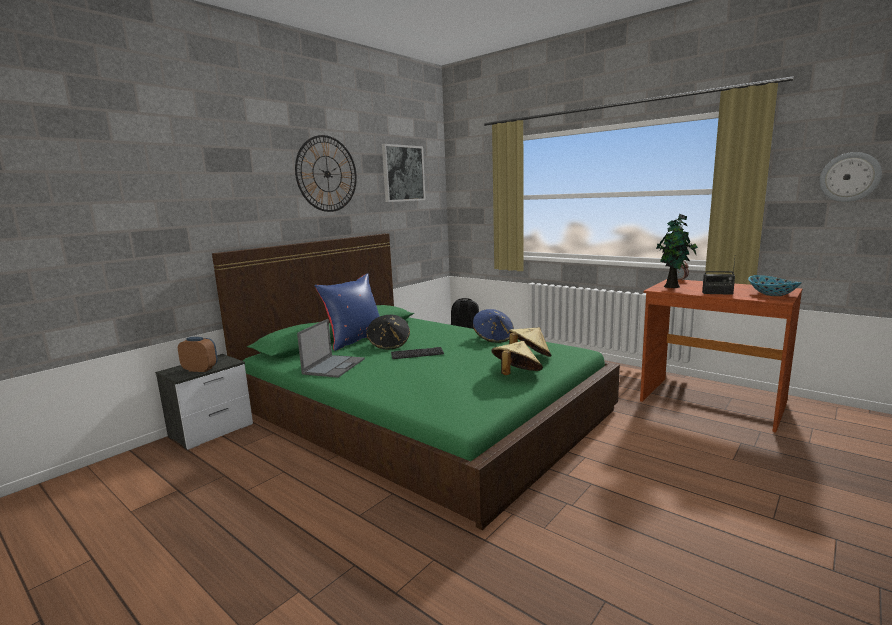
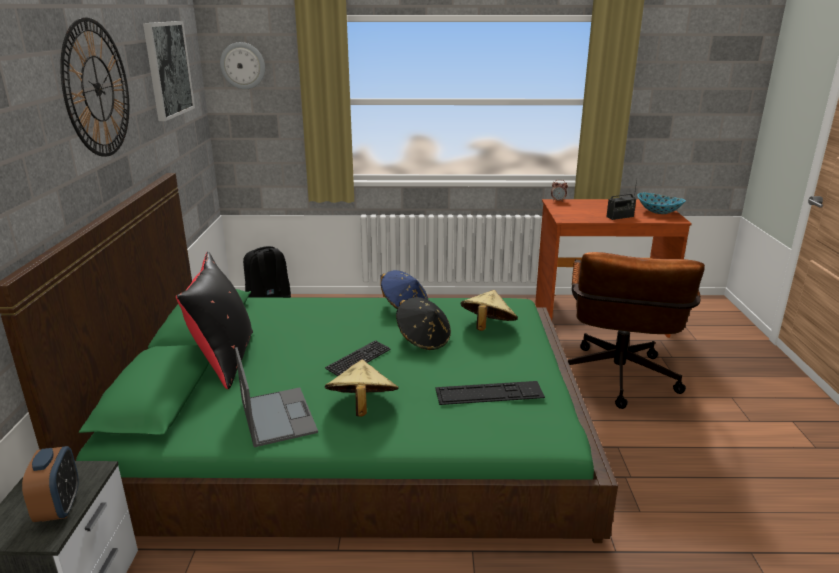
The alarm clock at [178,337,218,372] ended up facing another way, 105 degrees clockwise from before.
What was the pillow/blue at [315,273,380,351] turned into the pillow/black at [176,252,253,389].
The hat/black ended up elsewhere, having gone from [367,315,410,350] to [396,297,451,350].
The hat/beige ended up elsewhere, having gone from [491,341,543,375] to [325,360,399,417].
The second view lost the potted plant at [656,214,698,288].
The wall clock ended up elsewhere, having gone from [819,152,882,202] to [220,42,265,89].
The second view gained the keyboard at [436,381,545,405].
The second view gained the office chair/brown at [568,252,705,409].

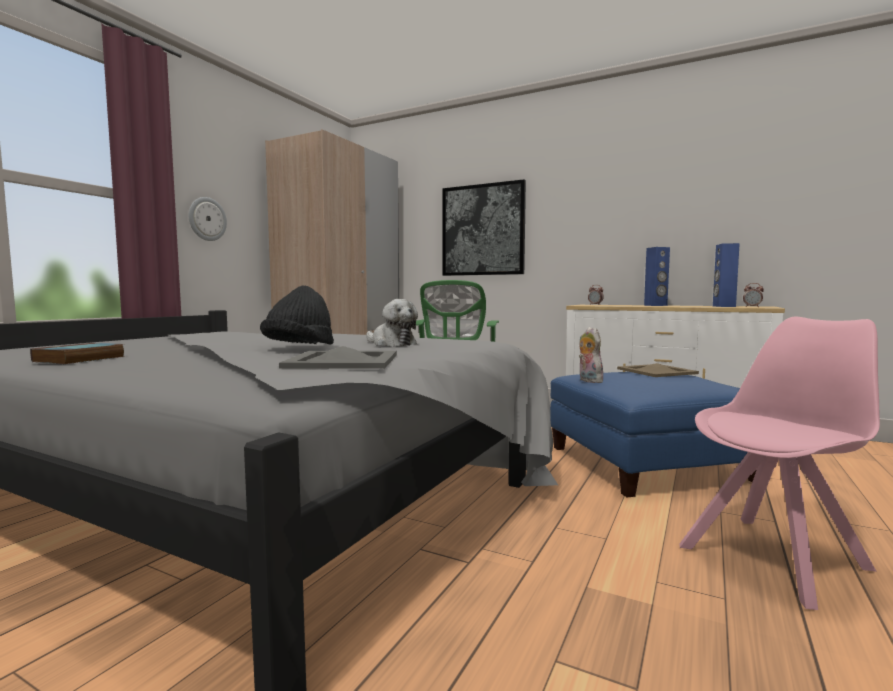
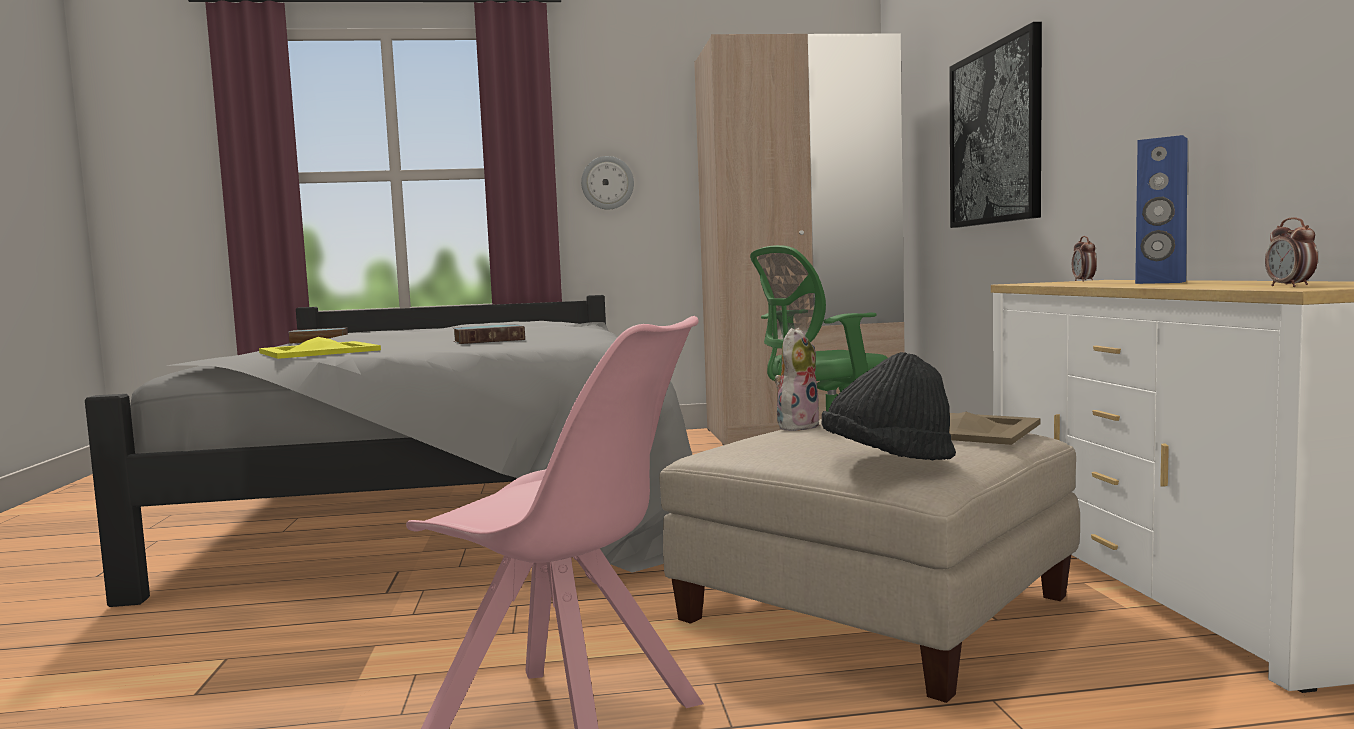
The hat/black ended up elsewhere, having gone from [260,285,334,345] to [822,352,956,460].
What was the tray/grey at [279,346,397,369] turned into the tray/yellow at [259,337,381,359].
Where the plush toy stood at [366,299,418,347], the book came to stand at [454,324,525,344].
What was the ottoman/blue at [550,372,757,497] turned into the ottoman/beige at [659,419,1080,703].
The second view lost the speaker/blue at [713,243,740,307].

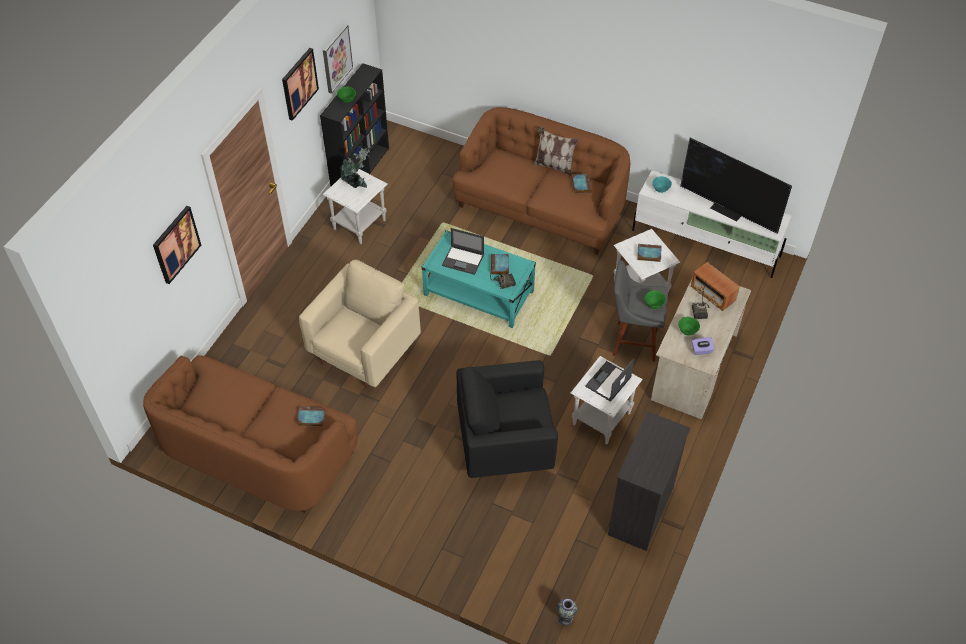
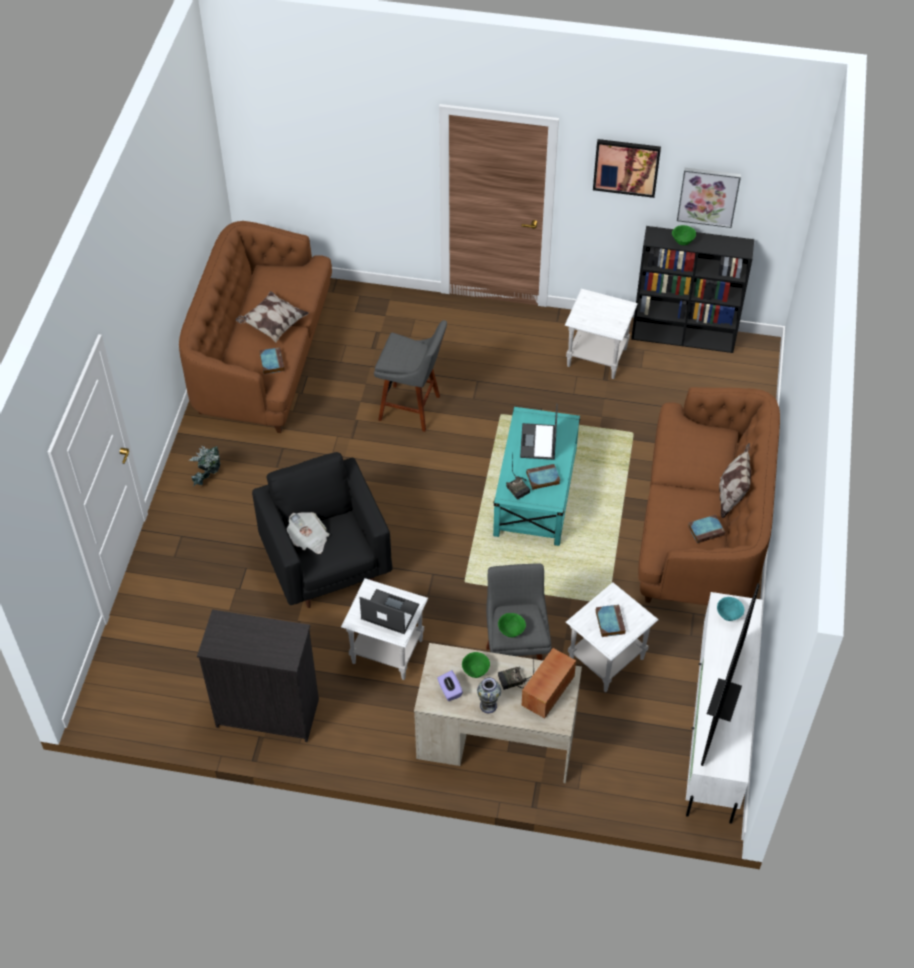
The second view lost the picture at [153,206,201,284].
Where the armchair/beige stood at [299,260,421,388], the stool/grey came to stand at [374,320,447,432].
The potted plant ended up elsewhere, having gone from [341,147,370,188] to [189,446,220,486].
The vase ended up elsewhere, having gone from [557,598,577,626] to [477,677,501,713].
The second view gained the pillow at [236,291,309,343].
The second view gained the newspaper at [287,512,329,554].

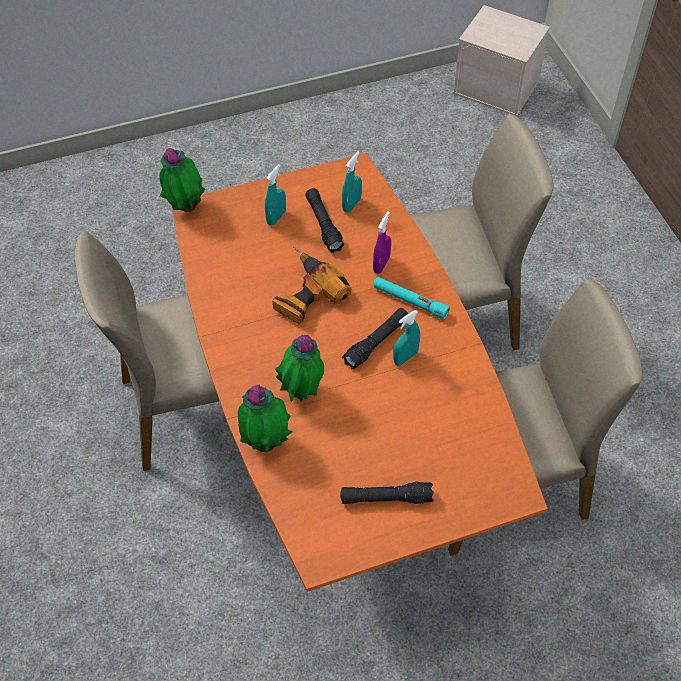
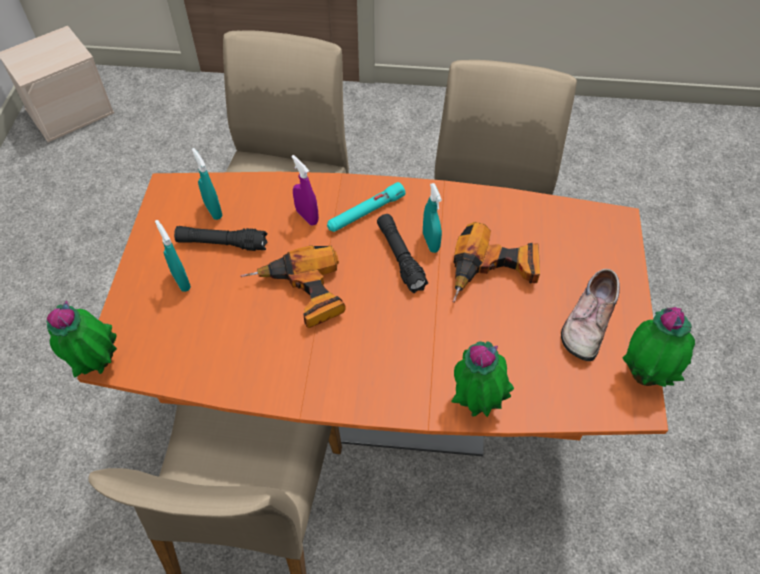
The potted plant ended up elsewhere, having gone from [275,335,324,403] to [622,307,695,387].
Where the flashlight/black stood at [340,482,434,504], the shoe came to stand at [561,269,620,361].
The second view gained the power drill at [453,222,540,303].

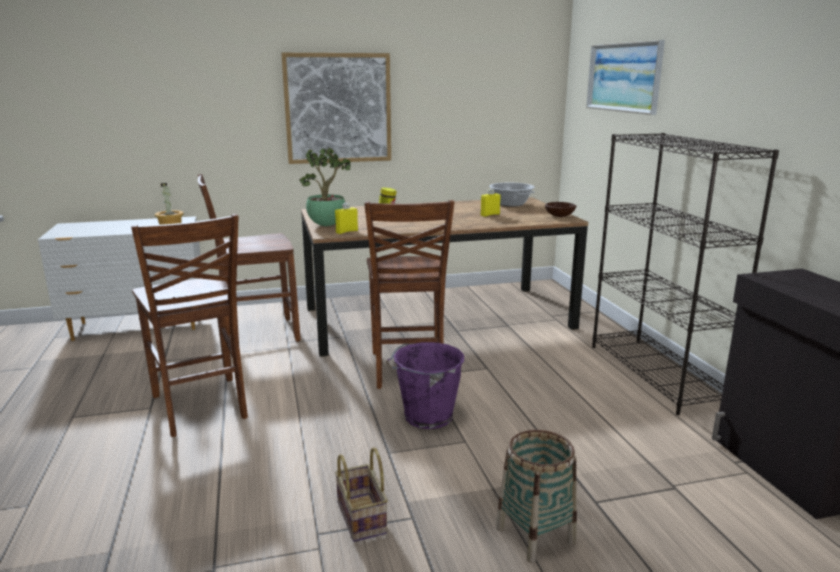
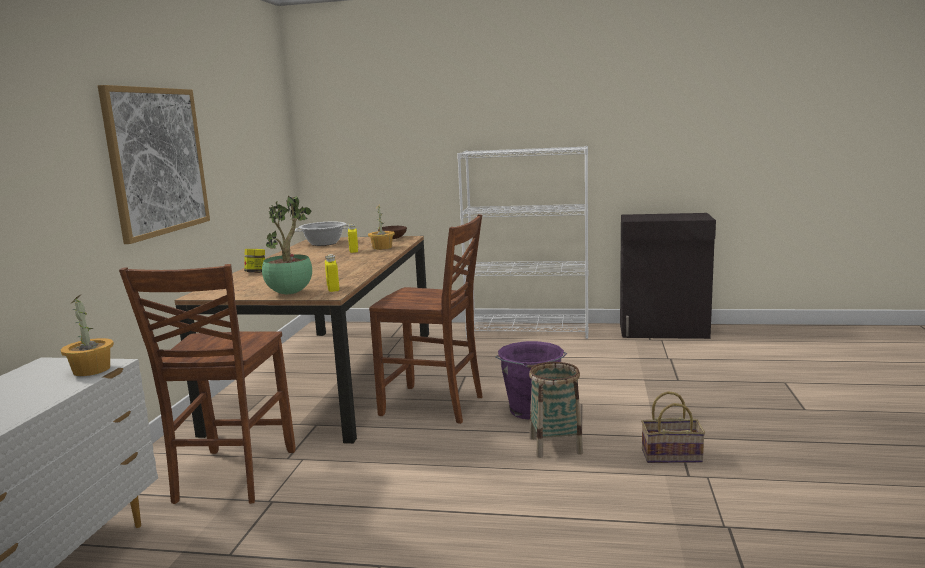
The second view lost the chair/brown at [131,214,248,437].
The basket ended up elsewhere, having gone from [496,430,577,563] to [529,362,583,458].
The second view lost the picture at [586,40,665,115].
What was the bookcase/black at [592,133,779,415] turned into the bookcase/white at [457,146,589,339].
The second view gained the potted plant at [368,204,395,250].

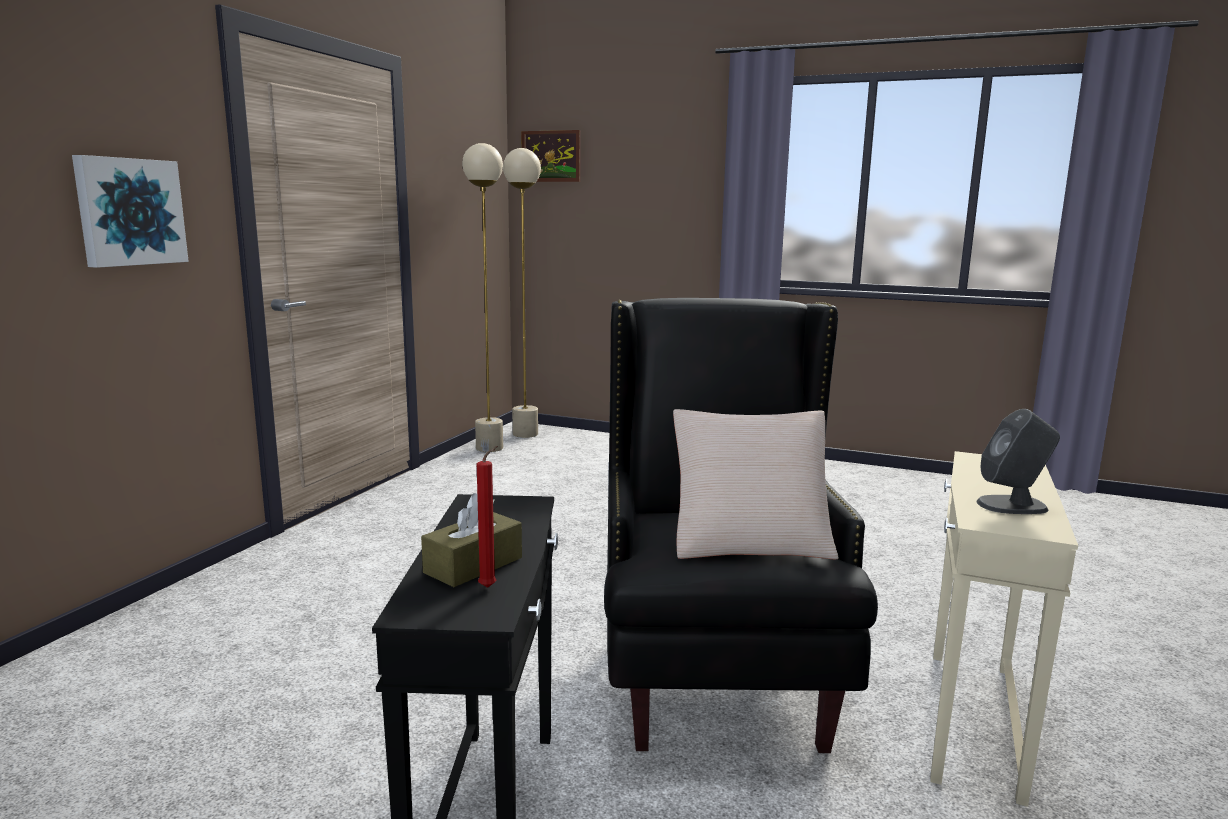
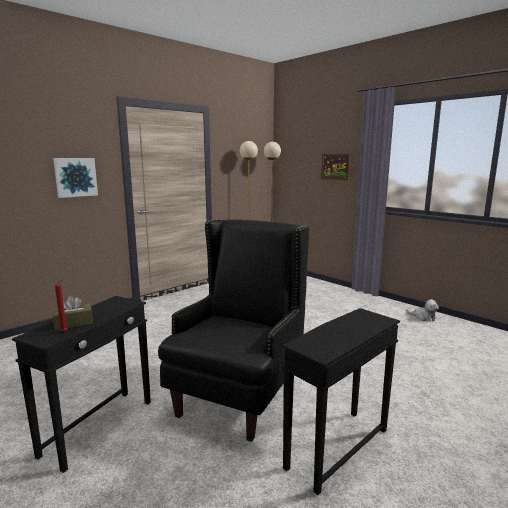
The picture ended up elsewhere, having gone from [521,130,581,182] to [321,154,351,180].
The second view lost the pillow/beige at [673,409,839,559].
What was the side table/beige at [930,451,1078,807] turned into the side table/black at [282,308,400,495].
The second view lost the speaker/grey at [977,409,1060,514].
The second view gained the plush toy at [406,299,439,322].

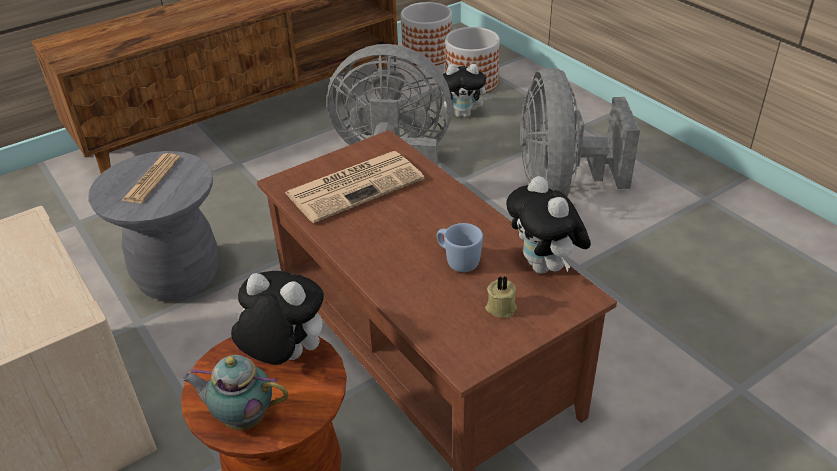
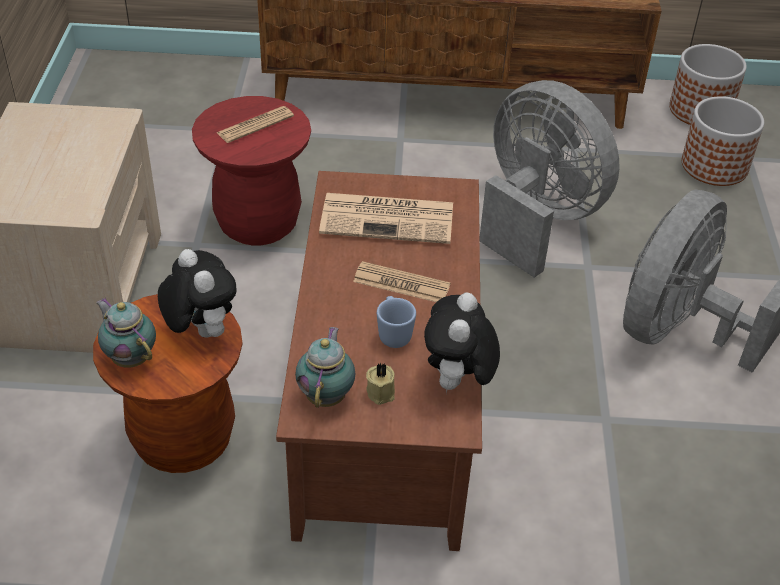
What was the stool/grey at [88,151,218,301] turned into the stool/red at [192,96,311,245].
The second view lost the plush toy at [443,64,492,117].
The second view gained the teapot at [295,327,355,408].
The second view gained the newspaper at [353,261,450,302].

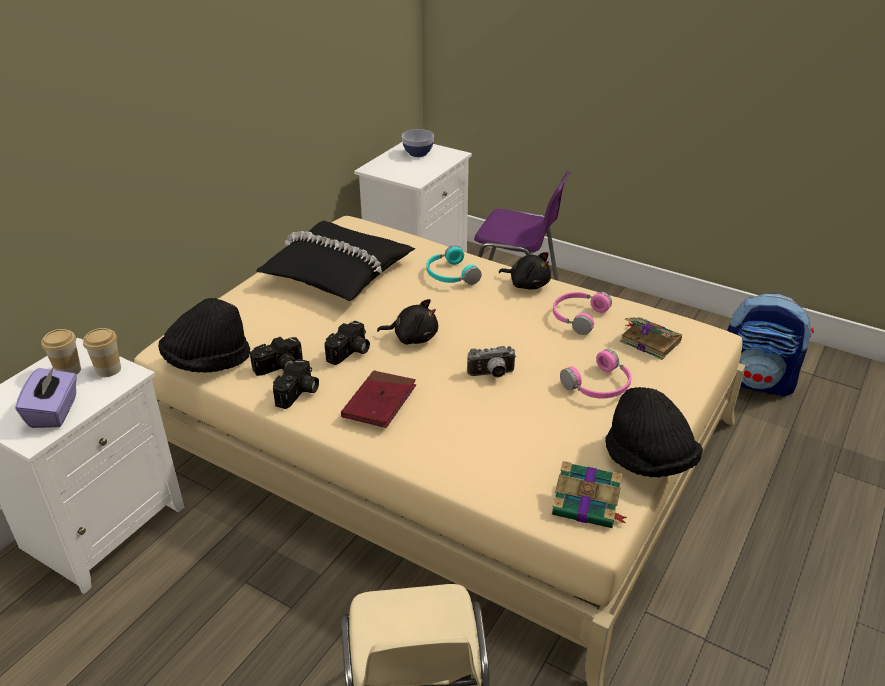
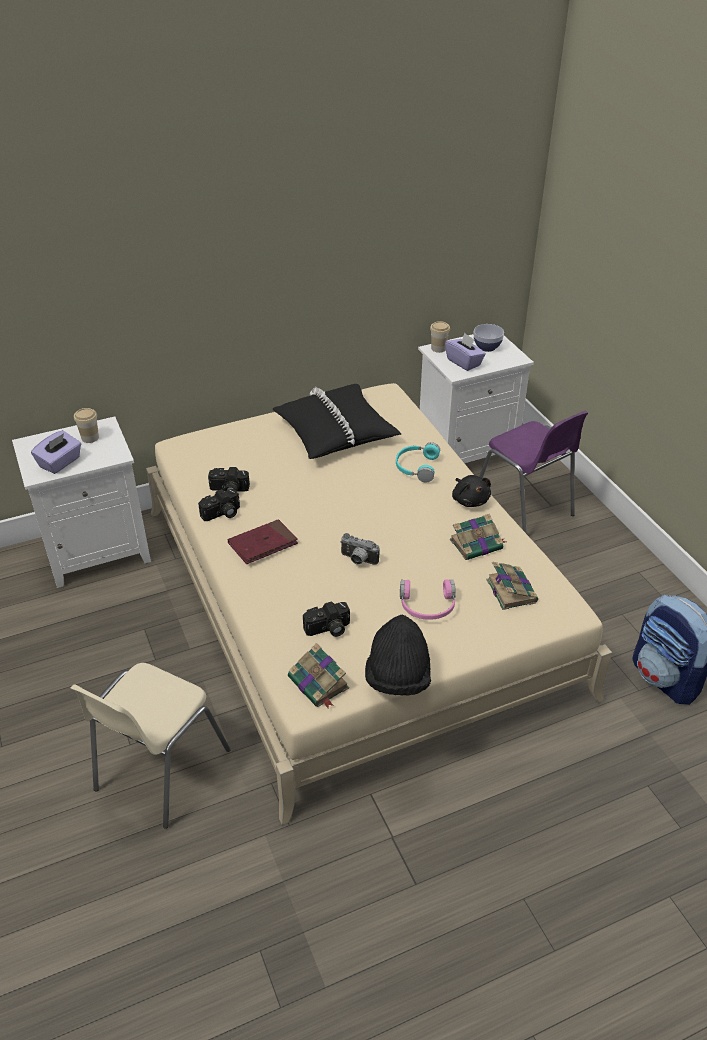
The cup ended up elsewhere, having gone from [83,328,121,377] to [430,321,450,353].
The second view lost the hat/black at [158,298,250,373].
The photo camera ended up elsewhere, having gone from [325,321,370,365] to [303,601,350,637].
The second view lost the plush toy/black at [377,299,438,345].
Where the headphones/pink stood at [553,292,612,335], the book came to stand at [450,514,506,560].
The second view gained the tissue box/purple at [445,333,486,371].

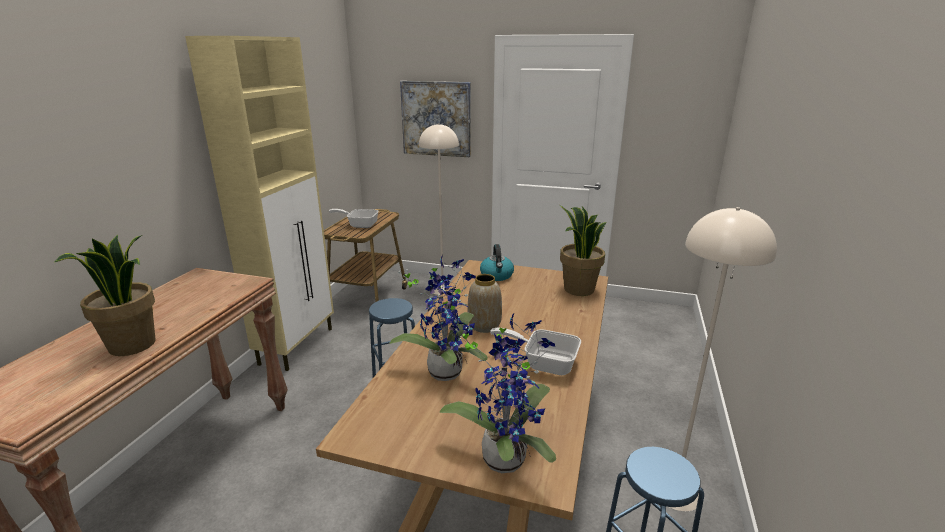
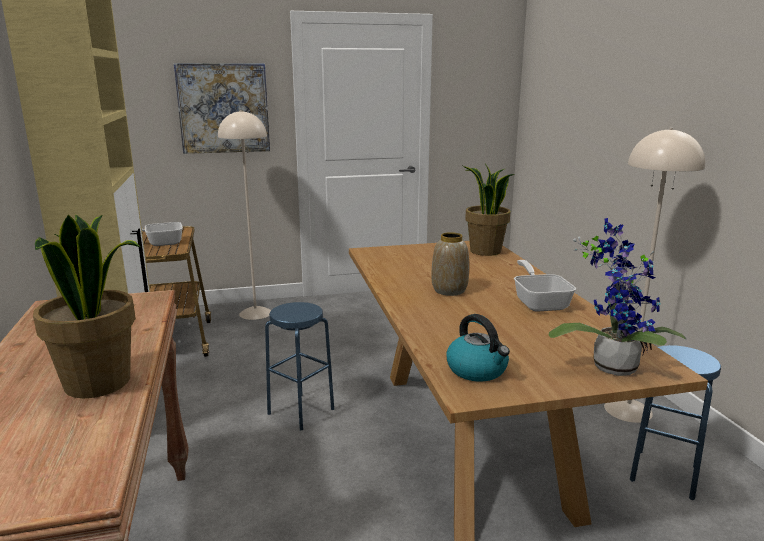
The second view lost the potted plant at [389,255,488,381].
The kettle ended up elsewhere, having gone from [480,244,514,281] to [446,314,510,382].
The frying pan at [490,328,581,375] ended up facing another way, 90 degrees clockwise from before.

